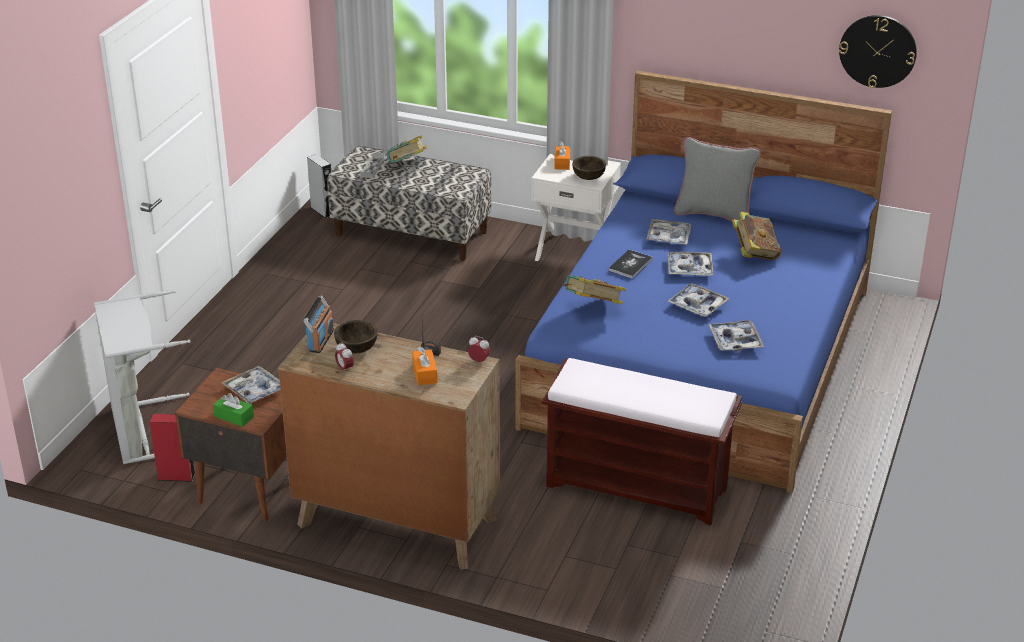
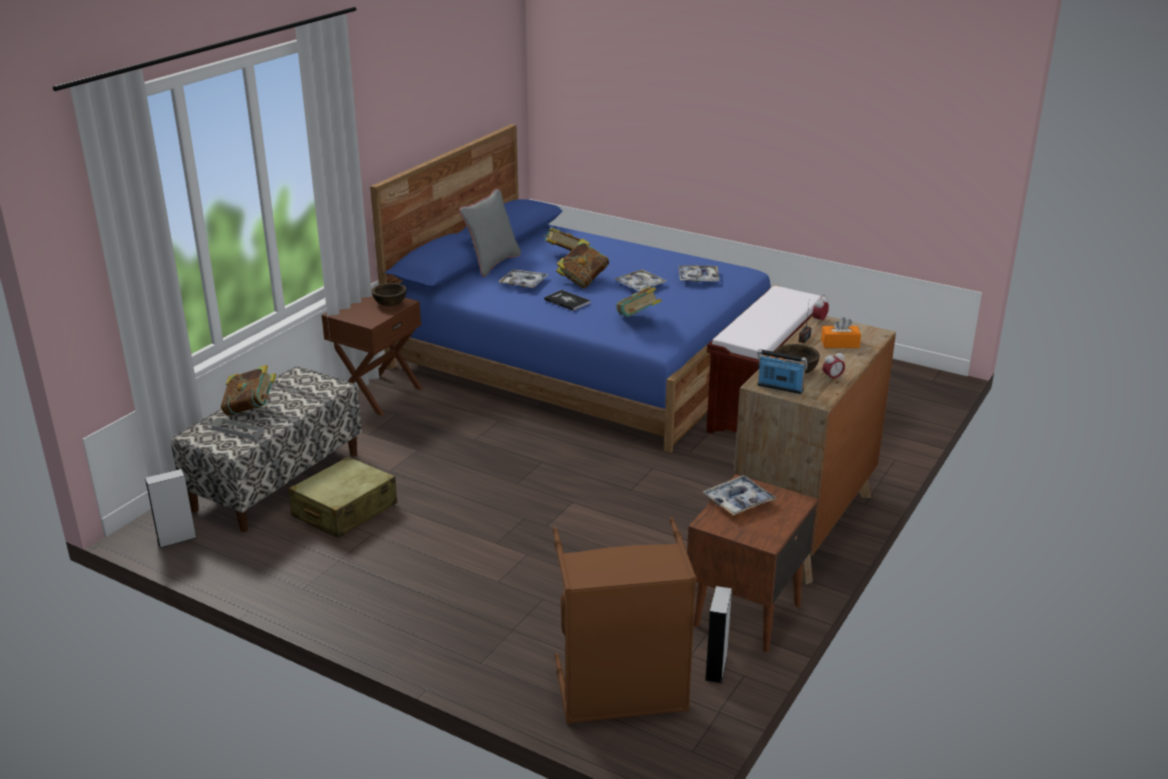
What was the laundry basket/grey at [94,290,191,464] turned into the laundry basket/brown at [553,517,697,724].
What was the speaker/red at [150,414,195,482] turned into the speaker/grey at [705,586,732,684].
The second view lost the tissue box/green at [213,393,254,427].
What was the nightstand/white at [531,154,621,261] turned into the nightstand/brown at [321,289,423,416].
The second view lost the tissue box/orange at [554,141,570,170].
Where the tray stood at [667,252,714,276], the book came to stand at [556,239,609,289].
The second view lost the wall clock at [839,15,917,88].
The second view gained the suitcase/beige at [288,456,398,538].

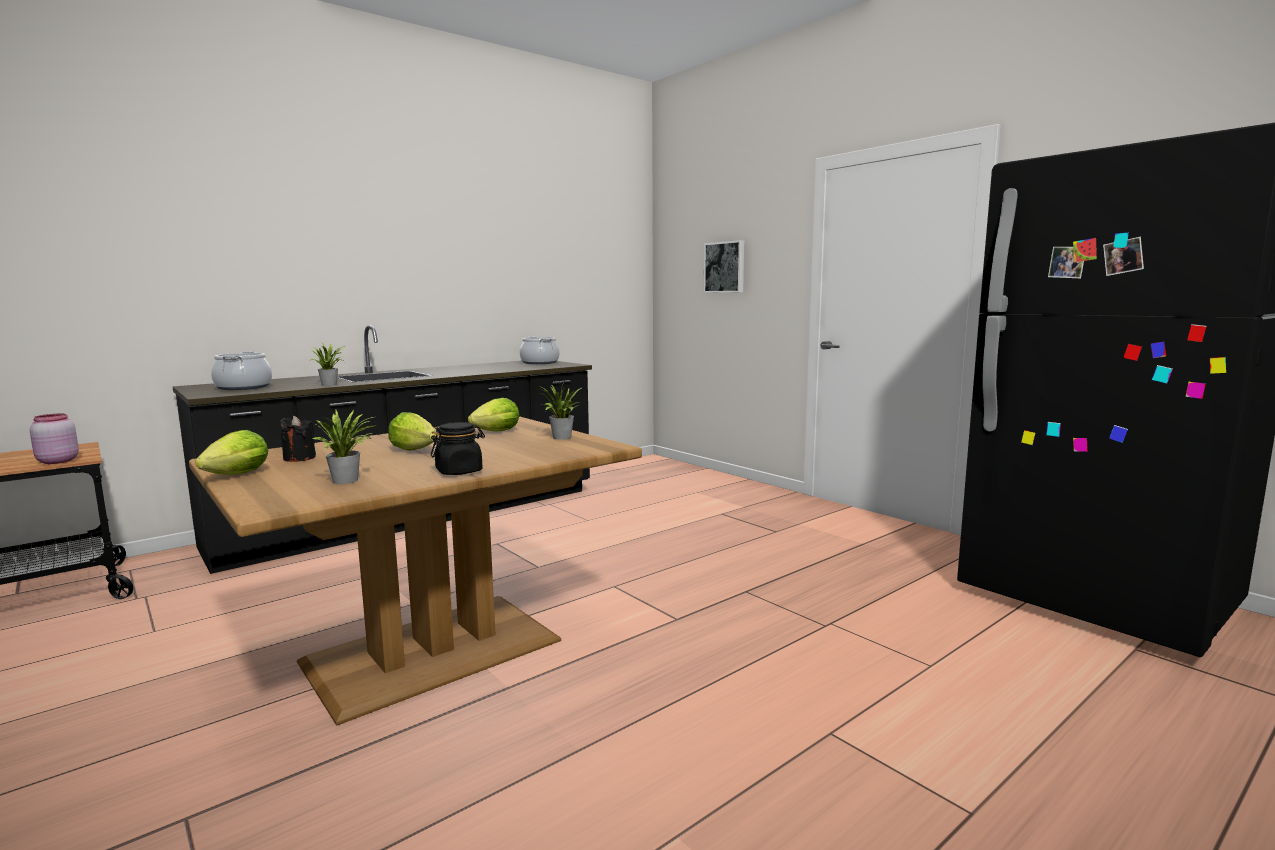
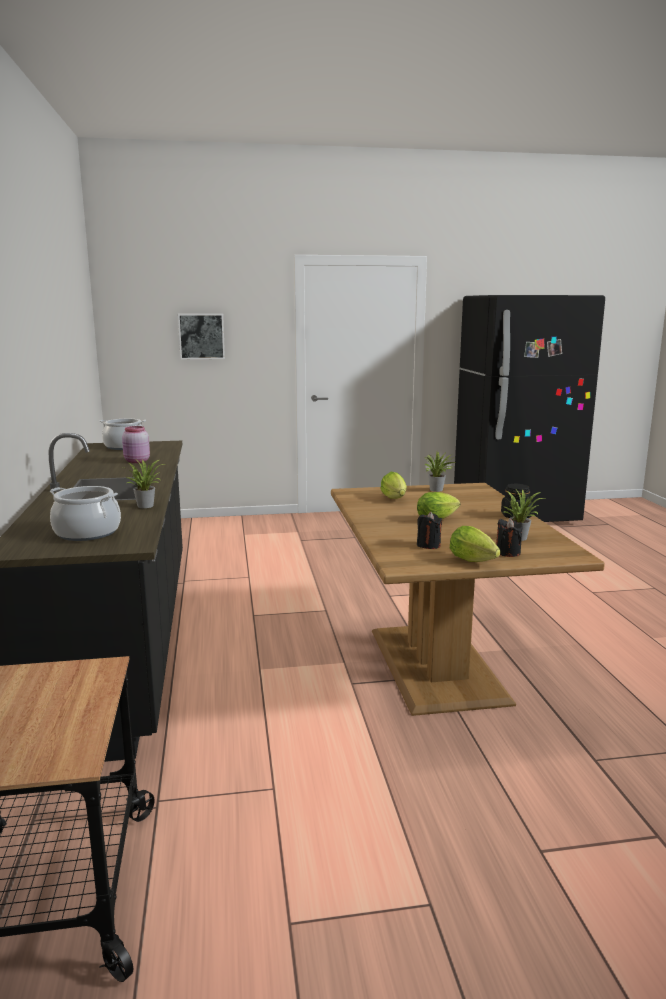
The jar/pink ended up elsewhere, having gone from [30,414,79,464] to [122,426,150,463].
The second view gained the candle/black at [496,518,522,557].

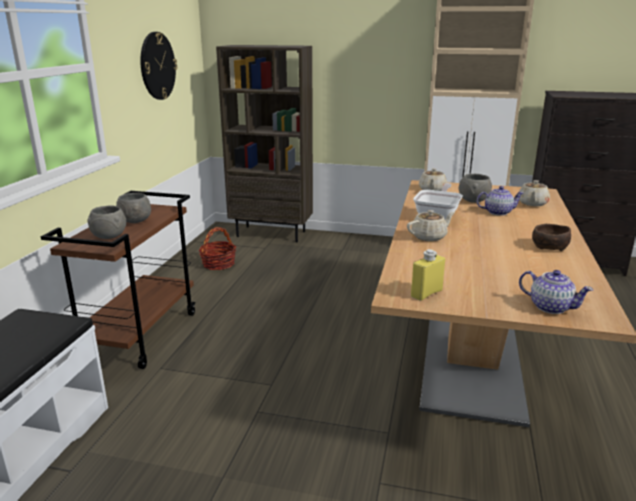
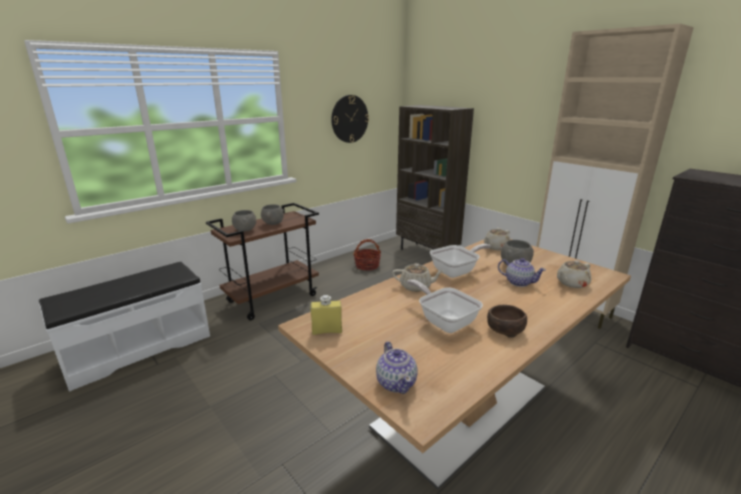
The second view gained the frying pan at [407,279,483,333].

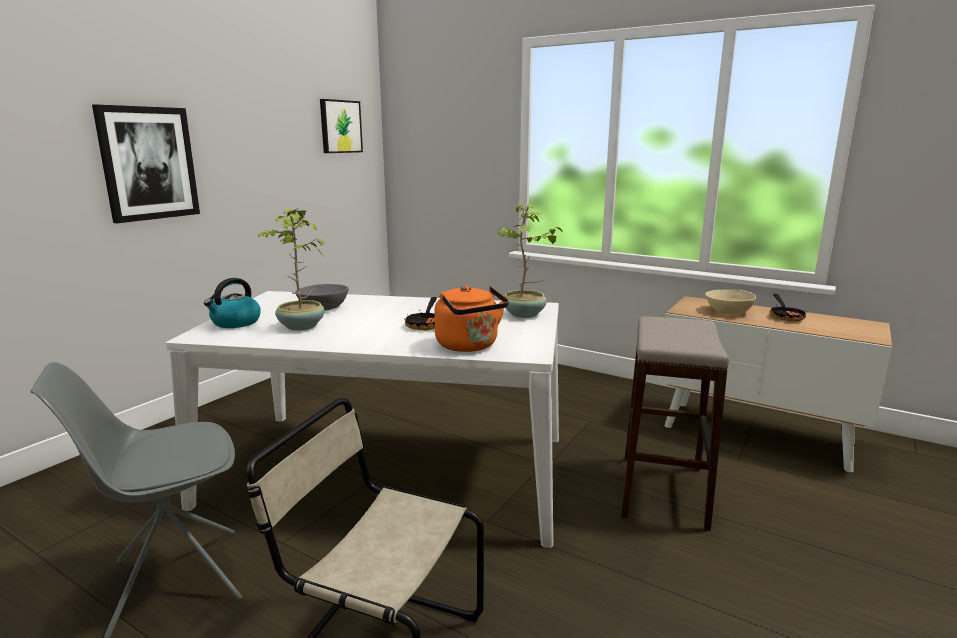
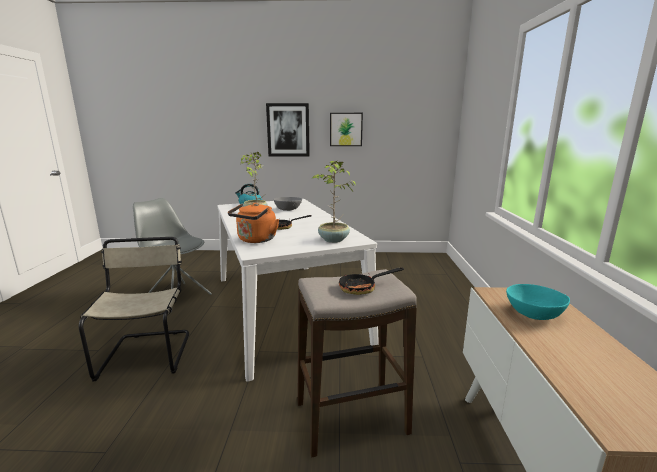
The picture ended up elsewhere, having gone from [320,99,363,153] to [330,113,363,146].
What was the bowl/beige at [705,290,756,314] turned into the bowl/turquoise at [506,284,570,320].
The frying pan ended up elsewhere, having gone from [769,294,806,322] to [339,266,404,295].

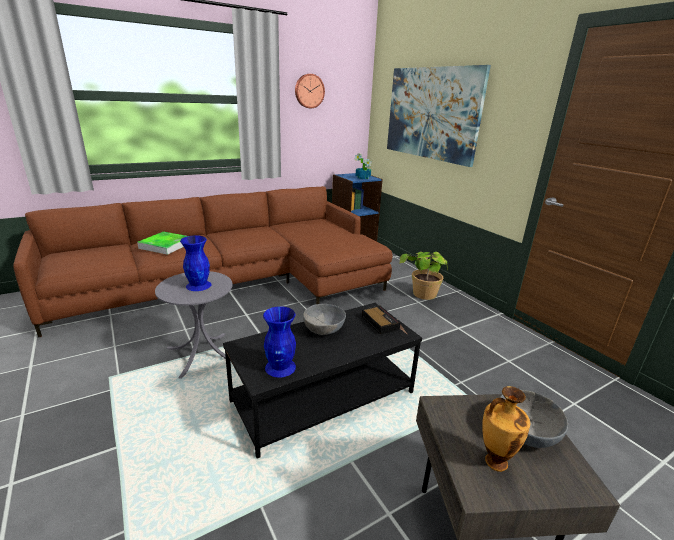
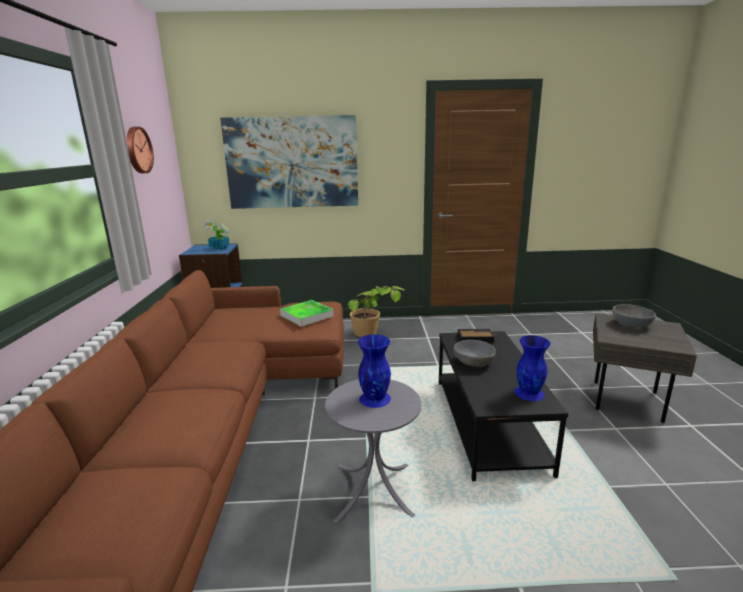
The tray ended up elsewhere, having gone from [137,231,187,255] to [280,300,334,327].
The second view lost the vase at [482,386,530,472].

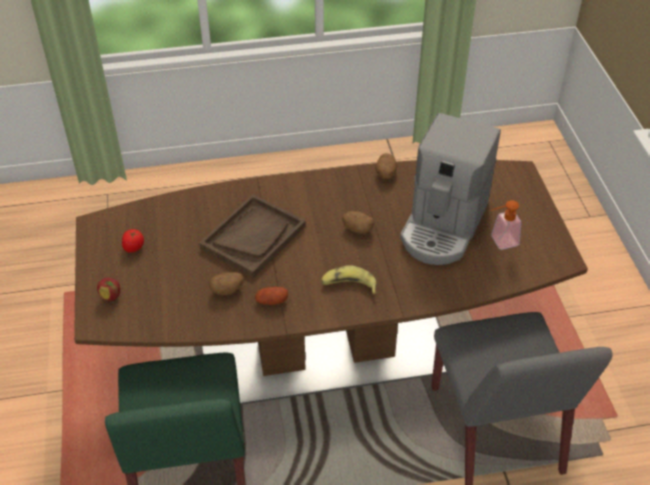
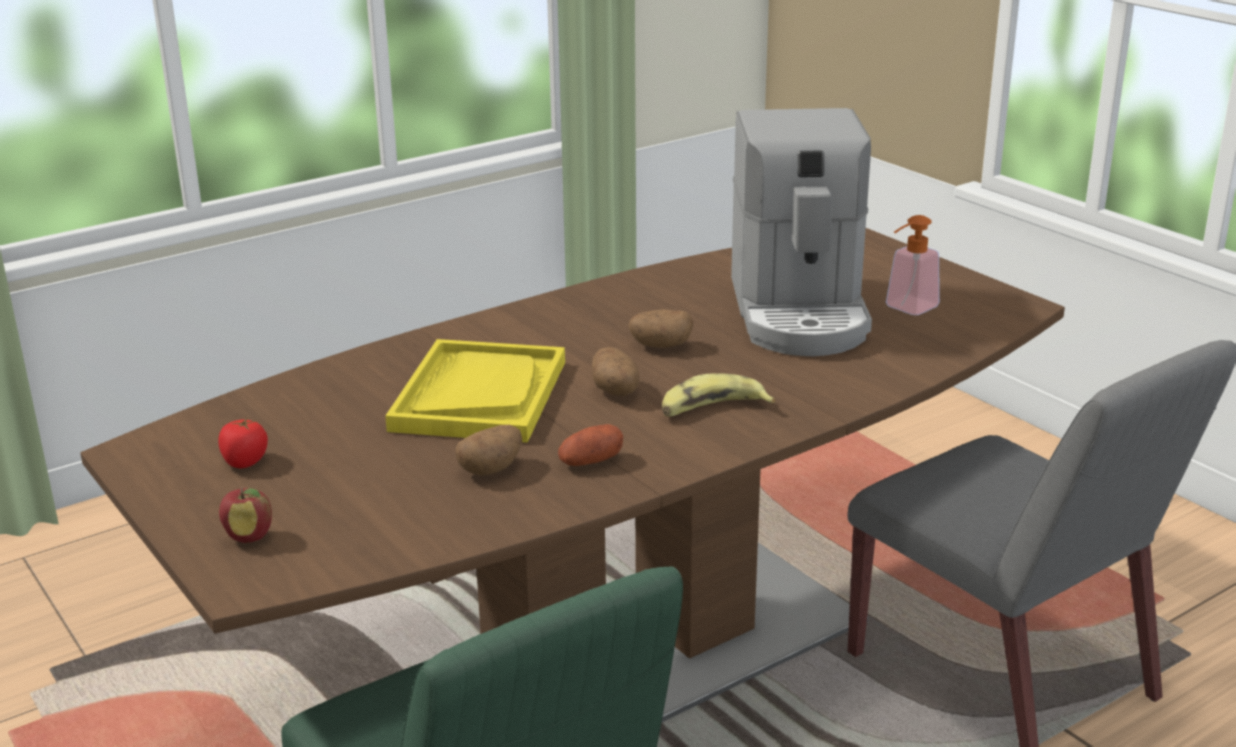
What was the tray/brown at [199,194,306,278] turned into the tray/yellow at [385,339,565,443].
The potato ended up elsewhere, having gone from [375,153,397,179] to [592,347,639,396].

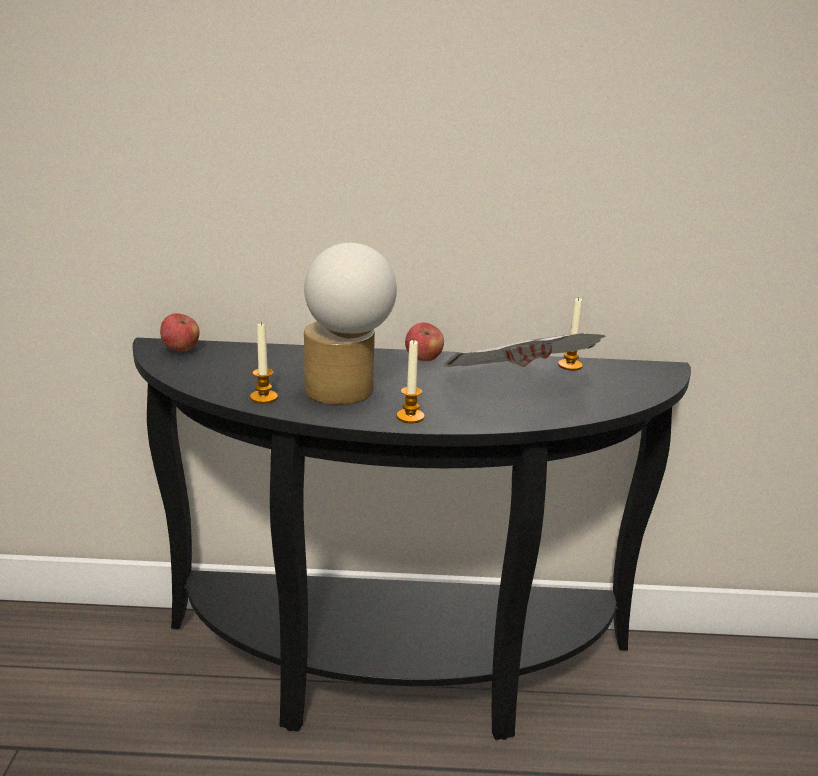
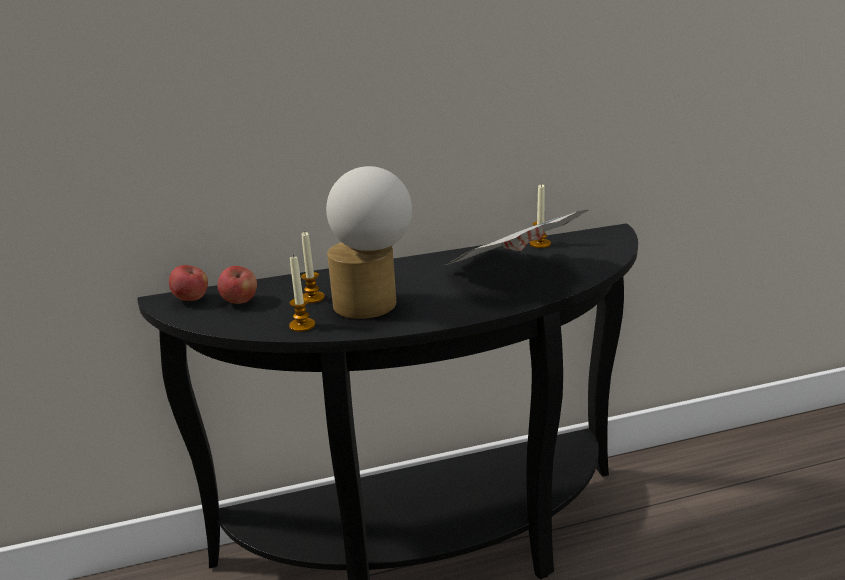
The candle ended up elsewhere, having gone from [396,340,425,423] to [301,232,325,303].
The apple ended up elsewhere, having gone from [405,322,444,361] to [218,266,257,304].

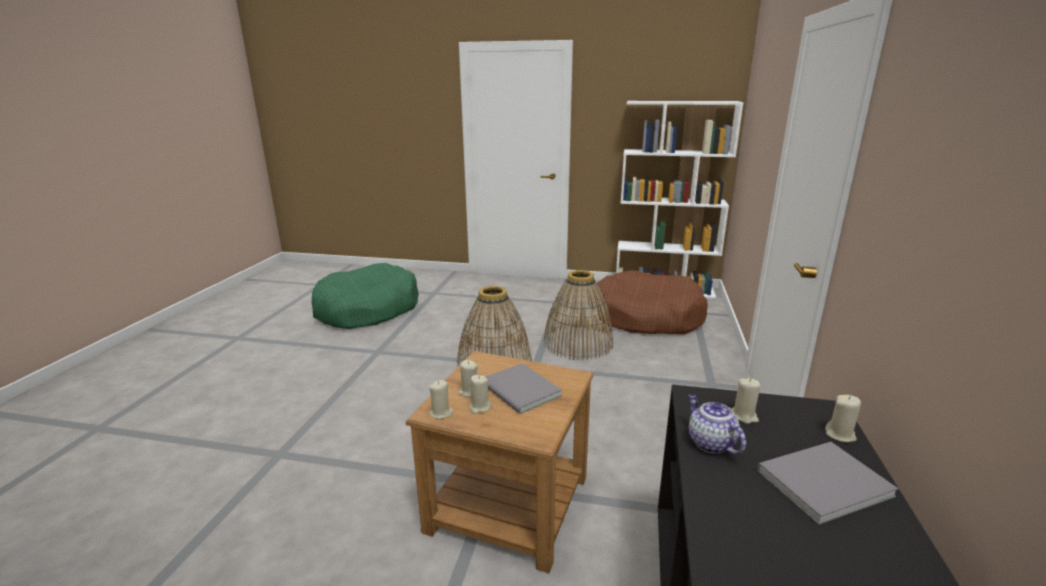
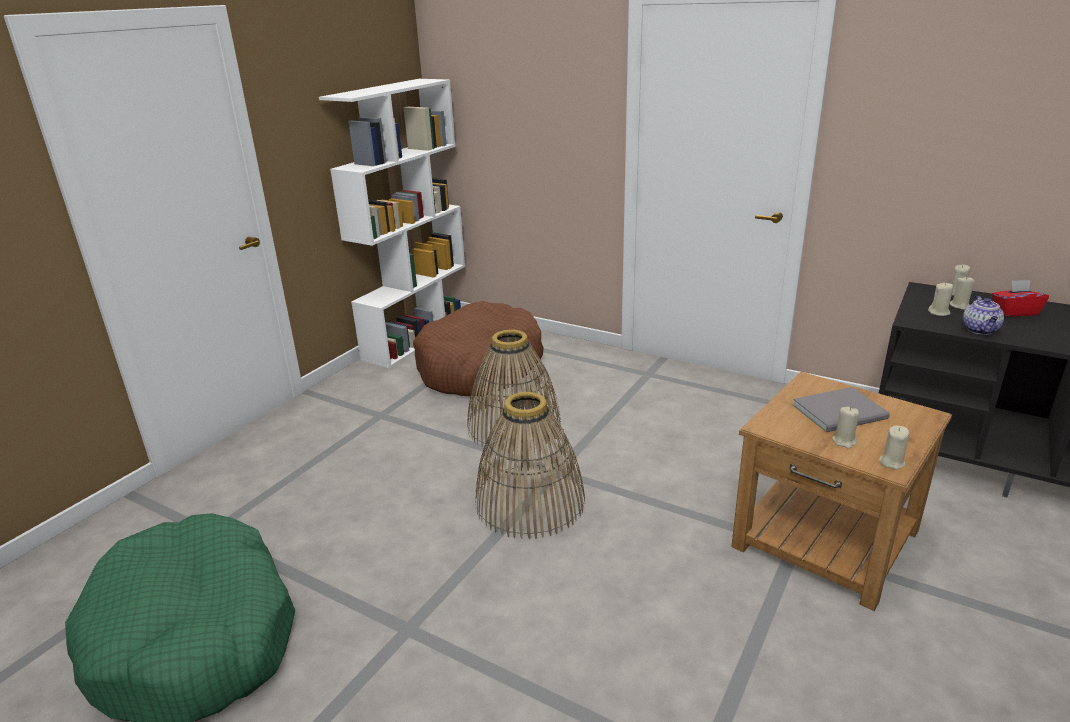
The candle/beige ended up elsewhere, having gone from [469,375,492,414] to [950,276,975,310].
The teapot at [688,394,746,454] ended up facing another way, 75 degrees counterclockwise from before.
Where the book/grey stood at [756,442,899,525], the tissue box/red came to stand at [992,280,1049,317].

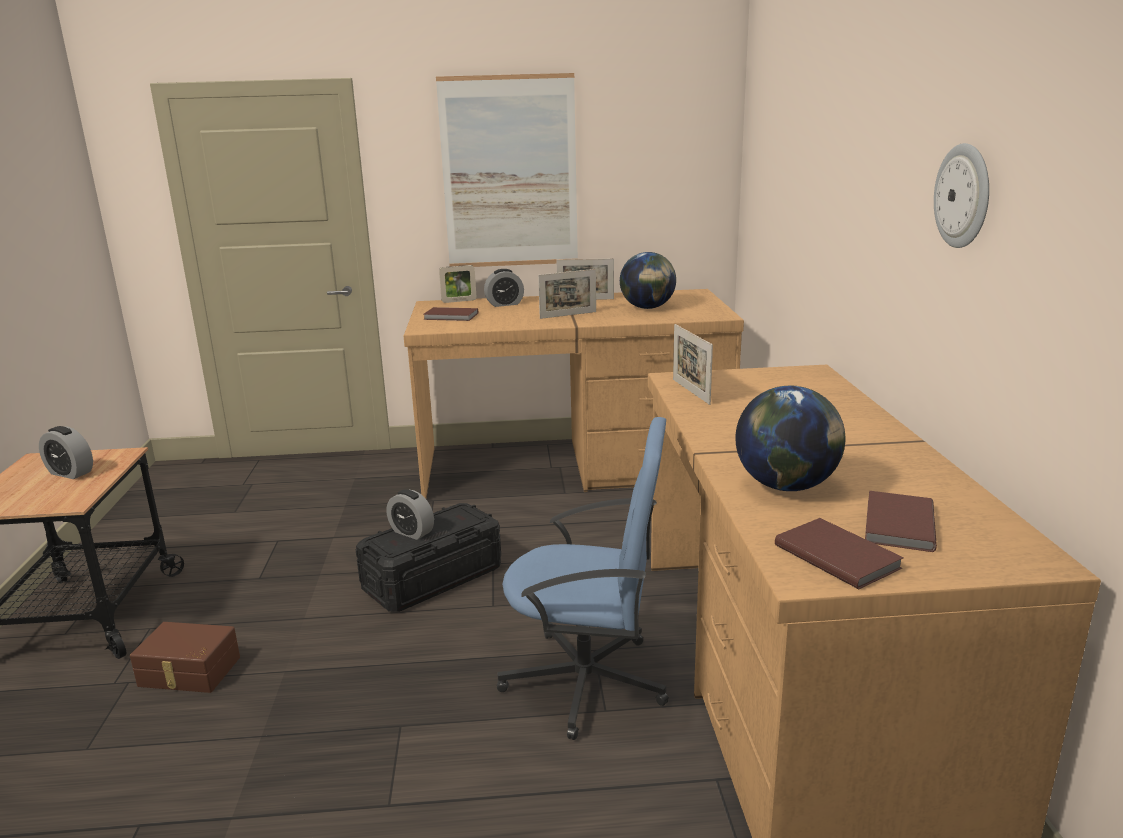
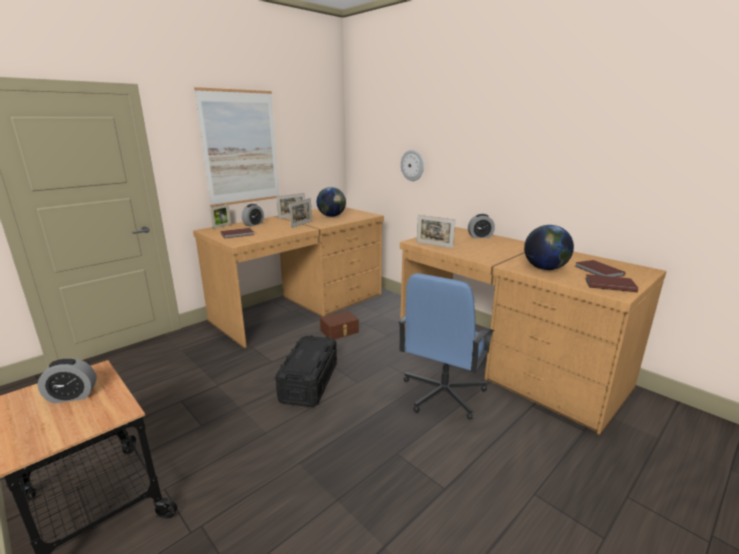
The storage box/brown ended up elsewhere, having gone from [130,622,240,693] to [320,311,359,339].
The alarm clock ended up elsewhere, having gone from [387,489,434,540] to [468,214,495,238].
The office chair/blue at [497,417,669,740] ended up facing another way, 150 degrees clockwise from before.
The wall clock ended up elsewhere, having gone from [934,143,989,248] to [401,150,424,181].

